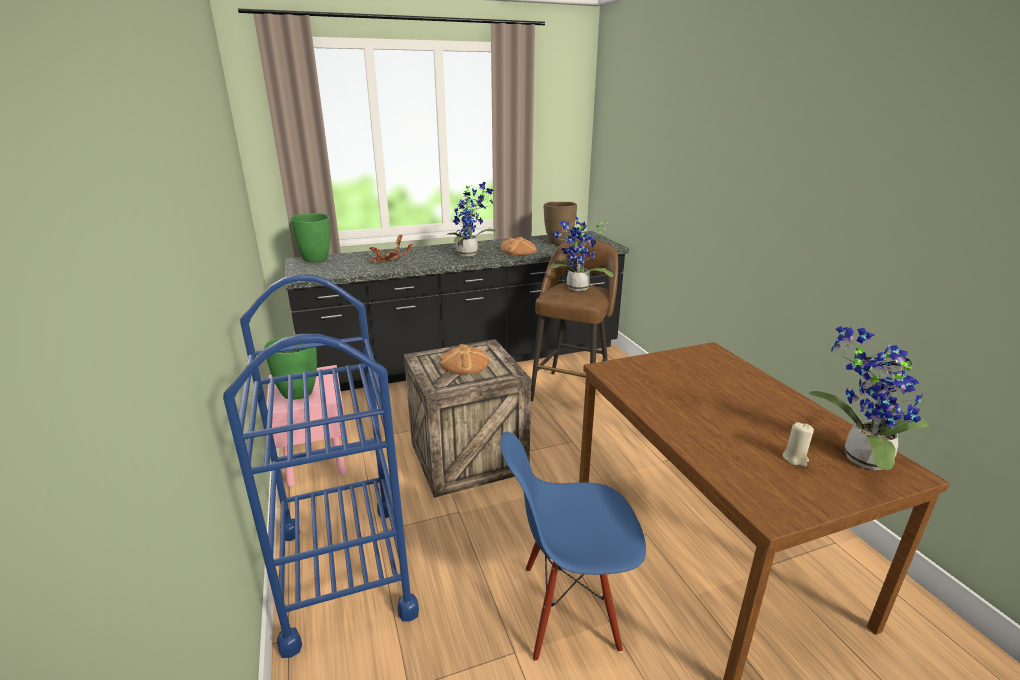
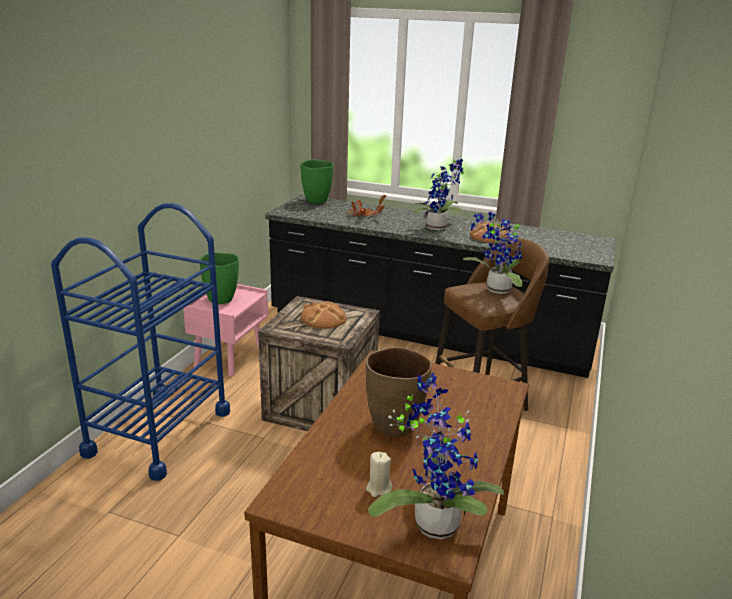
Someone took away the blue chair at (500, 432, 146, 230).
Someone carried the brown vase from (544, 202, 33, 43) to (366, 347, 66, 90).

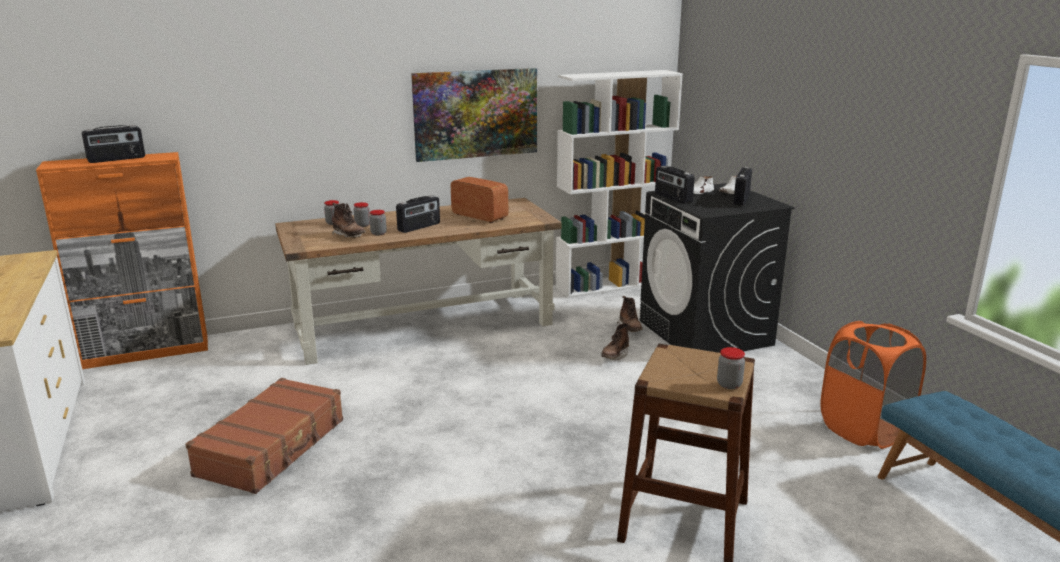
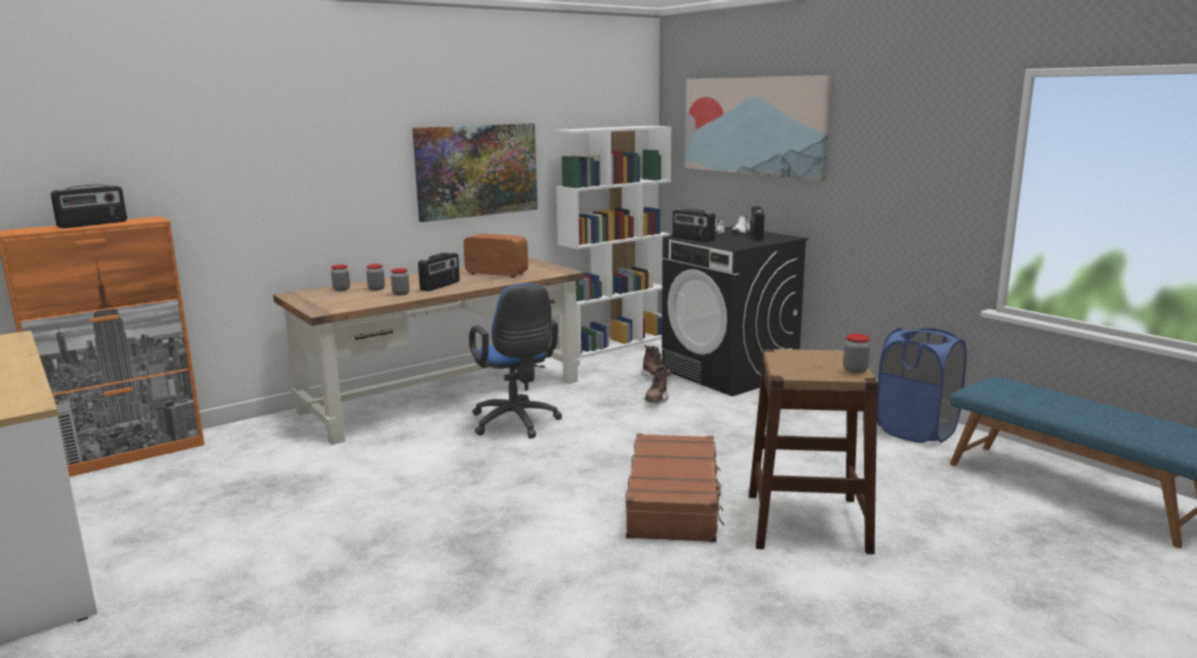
Someone carried the brown suitcase from (185, 378, 158, 116) to (626, 434, 98, 108).
Someone took away the brown boot at (332, 203, 34, 35).
Someone repainted the orange laundry basket at (820, 321, 106, 128), which became the blue laundry basket at (877, 328, 90, 115).
Someone put down the blue office chair at (469, 283, 93, 155).
Someone put up the picture at (685, 75, 147, 106).

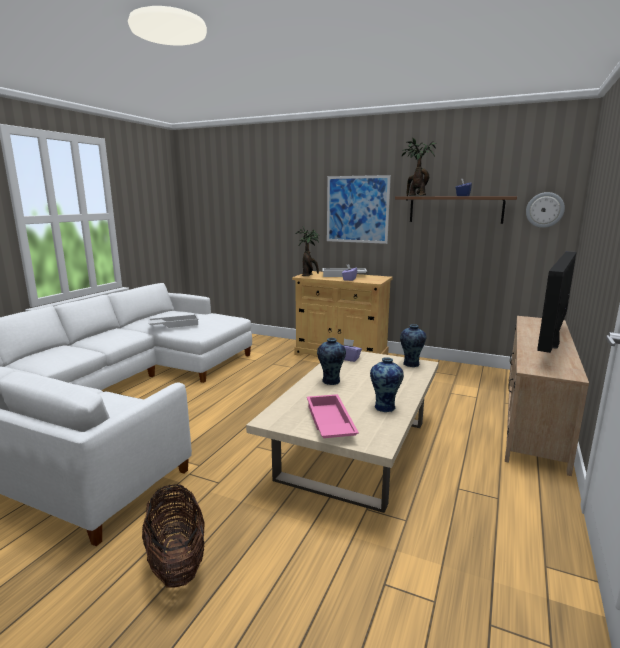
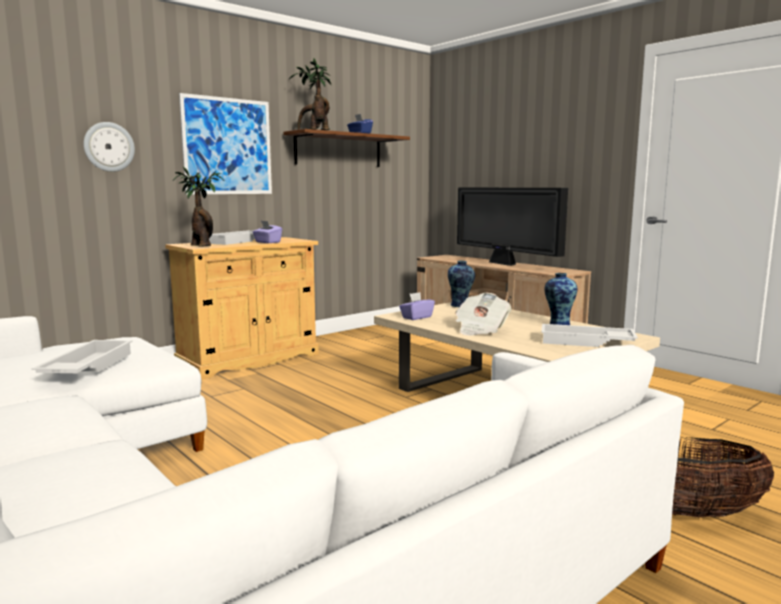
Someone repainted the pink tray at (307, 394, 52, 44), which became the white tray at (541, 324, 97, 23).
Someone swapped the vase at (317, 338, 29, 47) for the newspaper at (456, 293, 56, 43).
Someone carried the wall clock from (526, 192, 39, 36) to (83, 122, 52, 50).

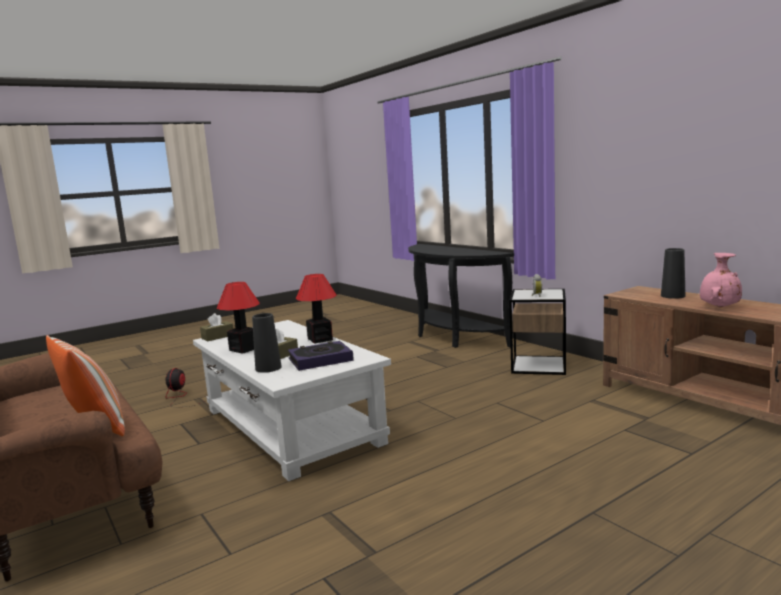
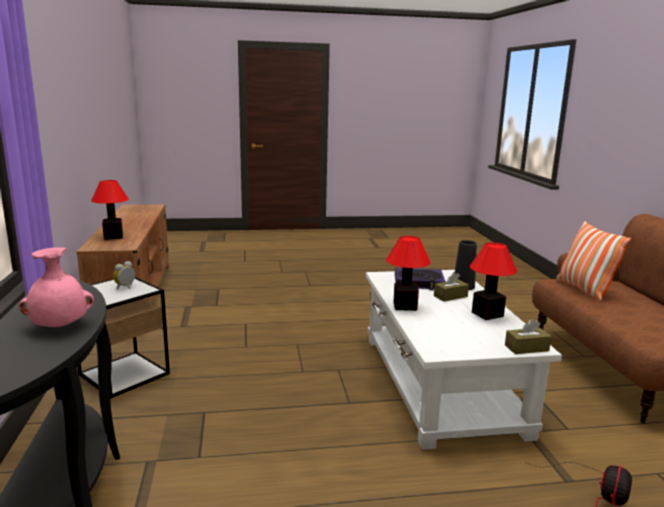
Someone swapped the black vase at (661, 248, 24, 51) for the table lamp at (91, 180, 38, 60).
Someone carried the pink vase from (700, 253, 42, 54) to (19, 247, 75, 80).

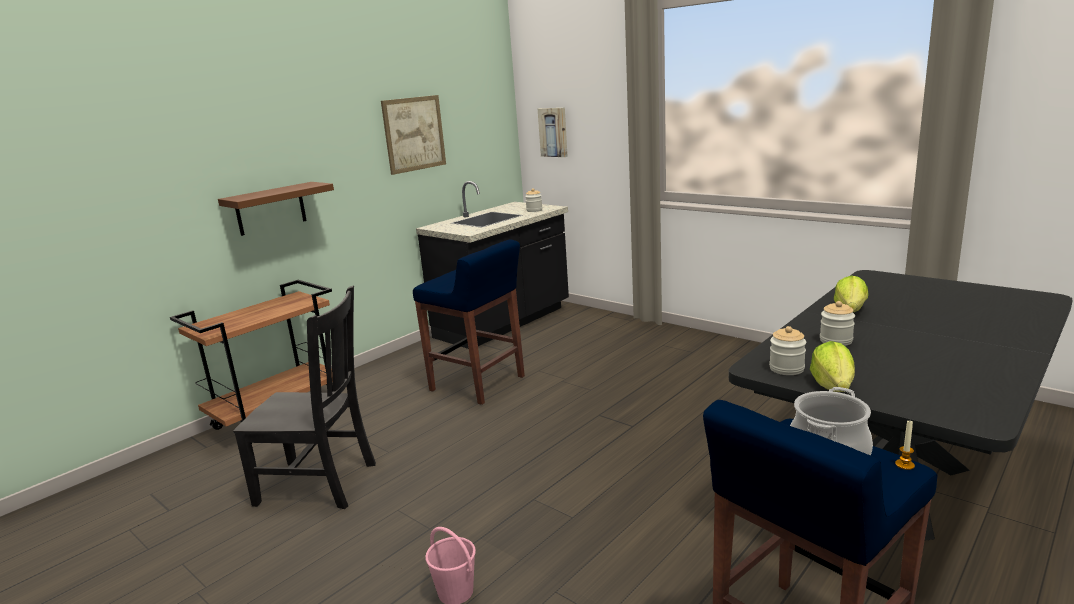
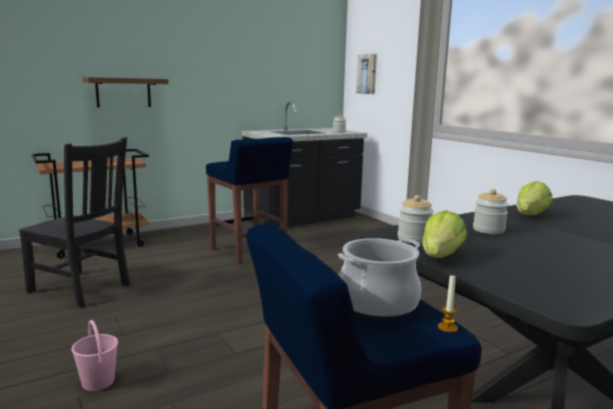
Someone took away the picture at (381, 95, 65, 80).

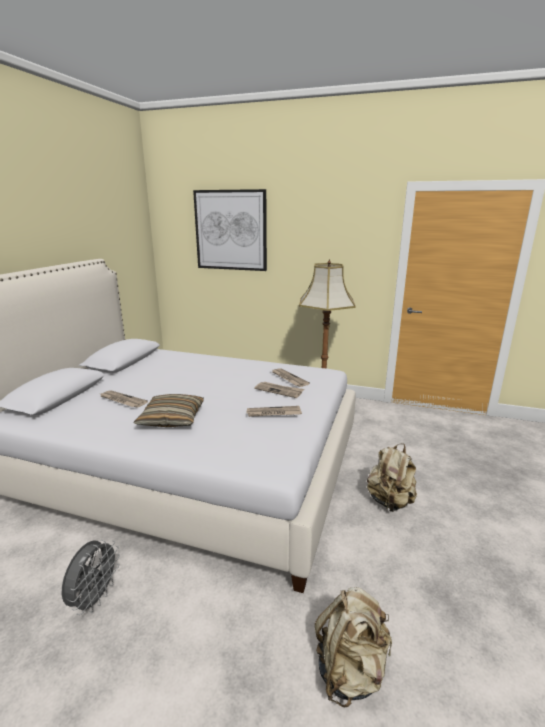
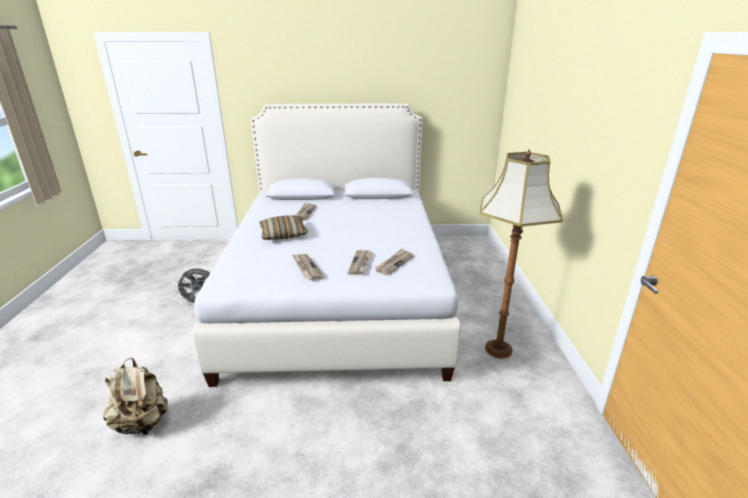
Someone took away the picture at (193, 189, 74, 82).
Someone took away the beige backpack at (367, 444, 50, 68).

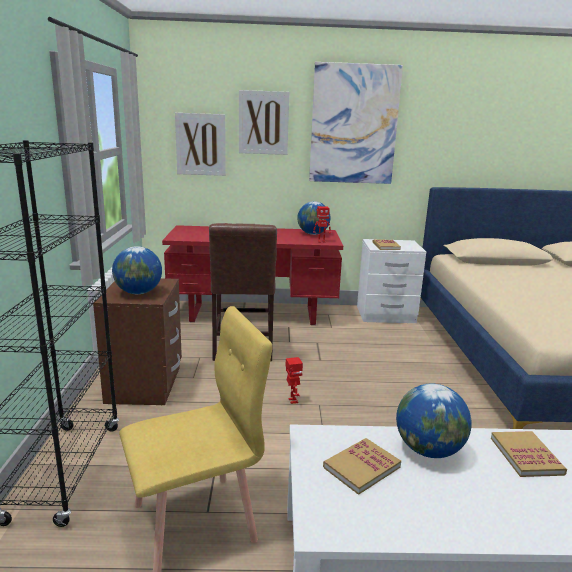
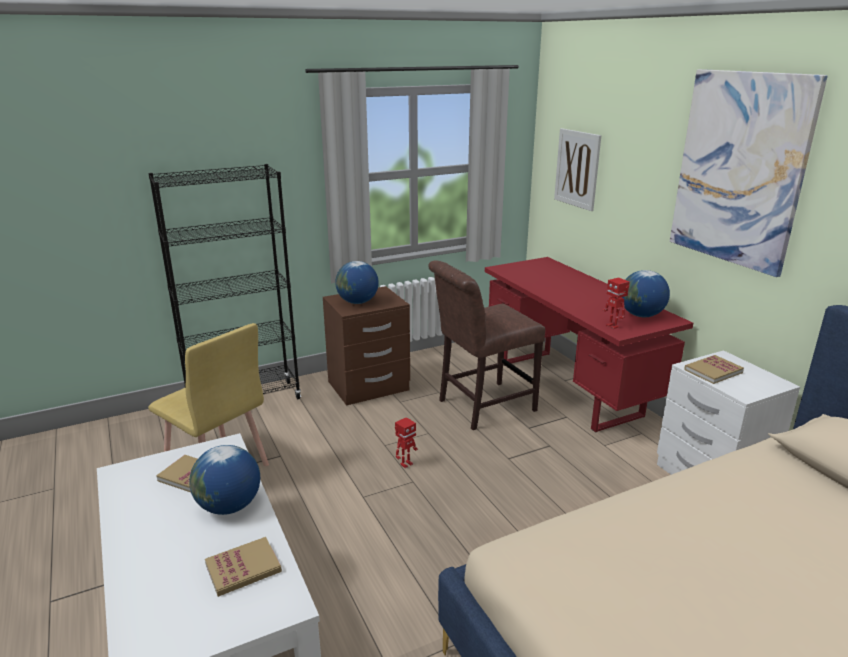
Someone took away the picture at (239, 90, 50, 65).

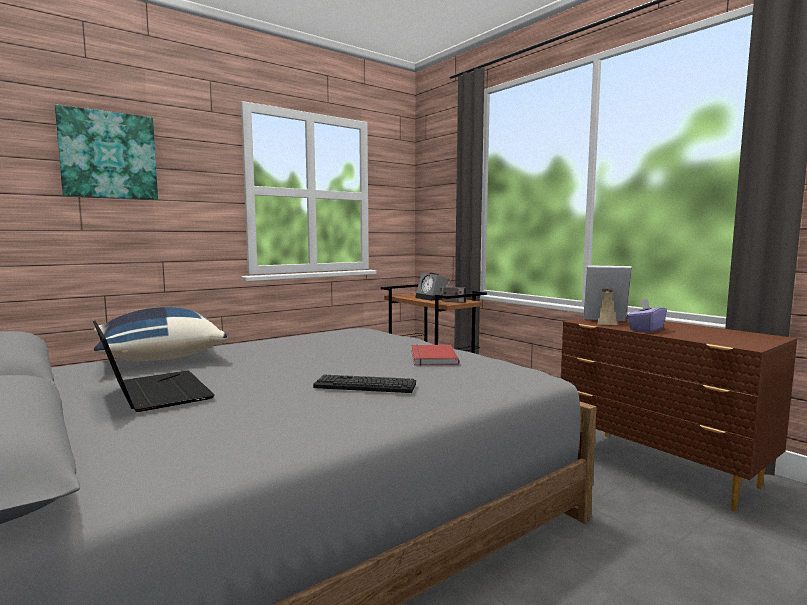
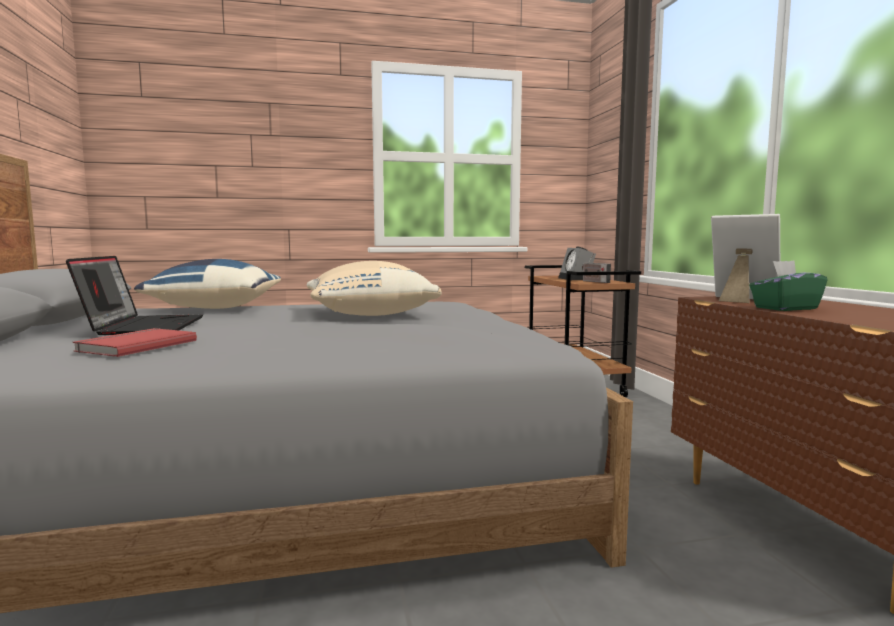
Someone took away the picture at (55, 104, 103, 96).
Someone took away the keyboard at (313, 375, 103, 18).
Someone carried the red book from (411, 344, 48, 22) to (73, 328, 124, 29).
Someone repainted the purple tissue box at (627, 298, 40, 35), which became the green tissue box at (749, 260, 79, 51).
Someone put down the beige pillow at (307, 261, 135, 55).

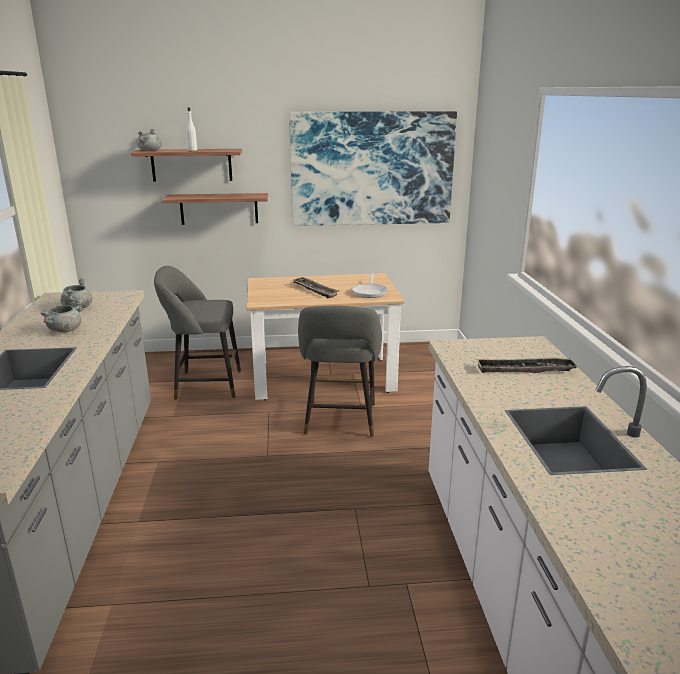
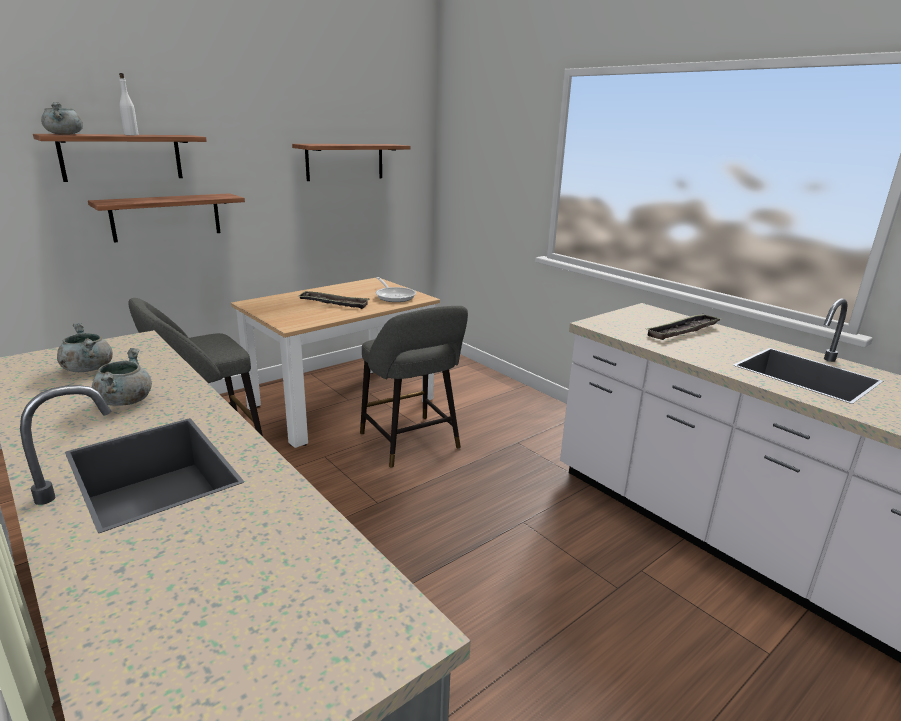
Someone swapped the picture at (289, 111, 168, 115) for the shelf at (292, 144, 118, 37).

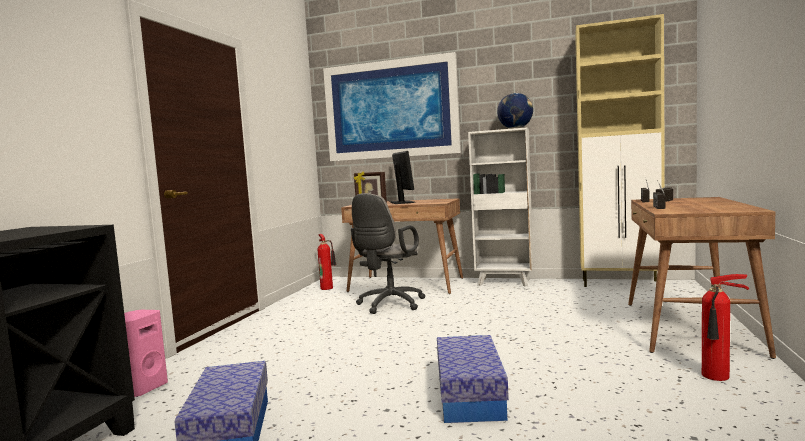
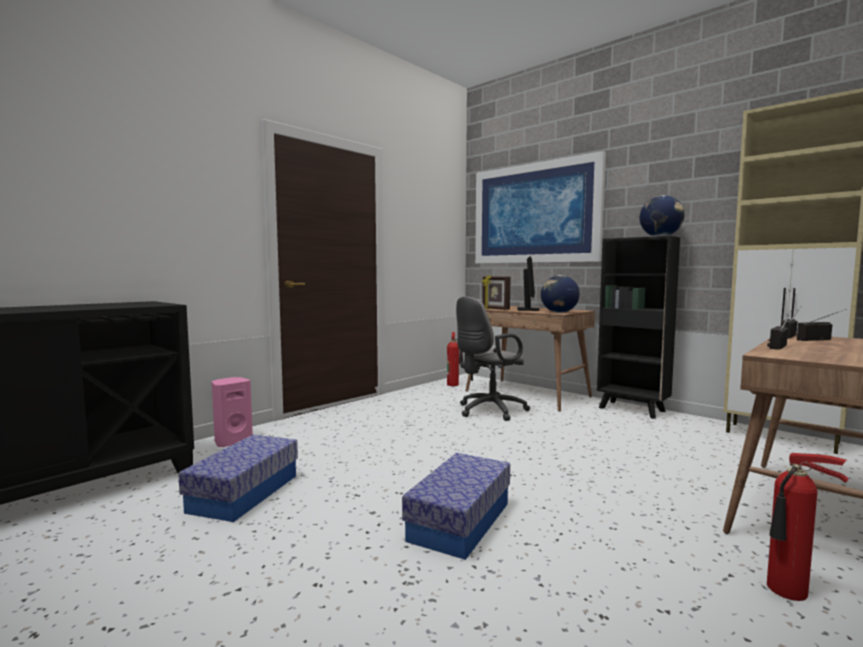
Someone repainted the white bookcase at (468, 127, 65, 160), which became the black bookcase at (597, 236, 83, 183).
Someone put down the globe at (541, 275, 39, 38).

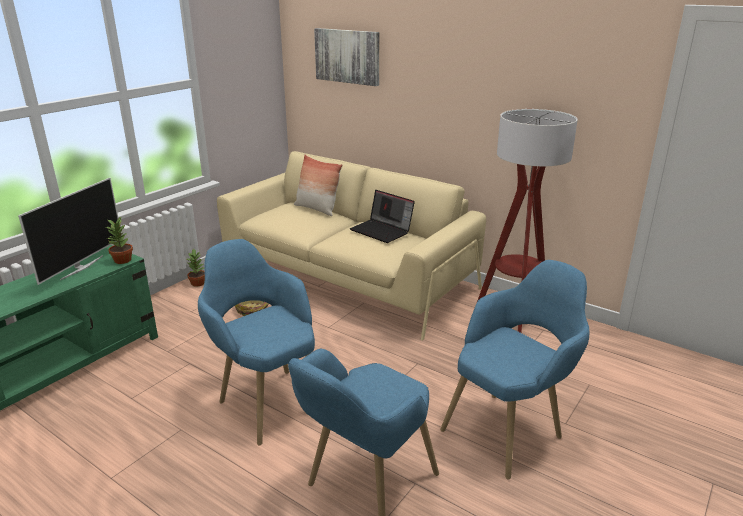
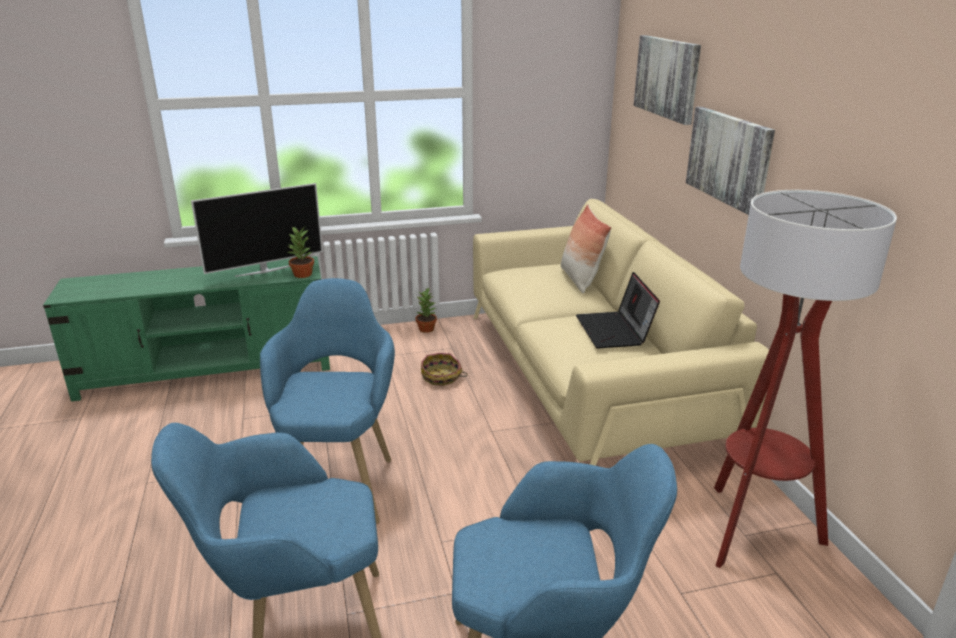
Someone put up the picture at (686, 107, 89, 108).

